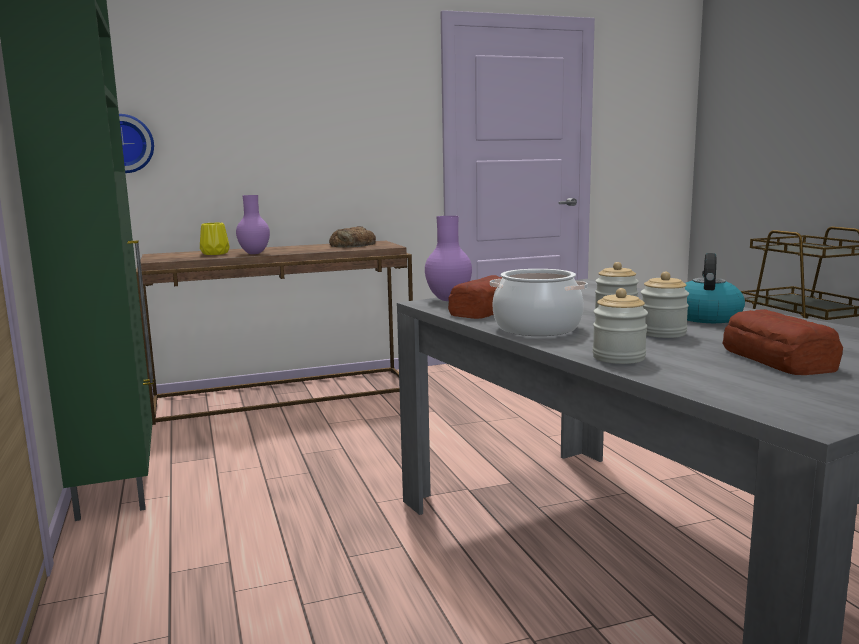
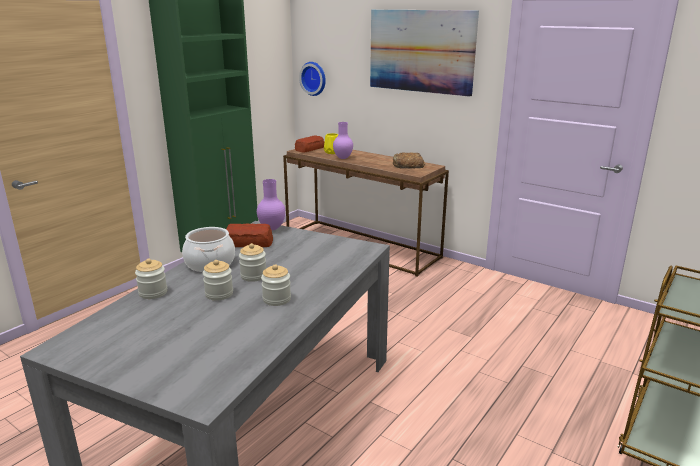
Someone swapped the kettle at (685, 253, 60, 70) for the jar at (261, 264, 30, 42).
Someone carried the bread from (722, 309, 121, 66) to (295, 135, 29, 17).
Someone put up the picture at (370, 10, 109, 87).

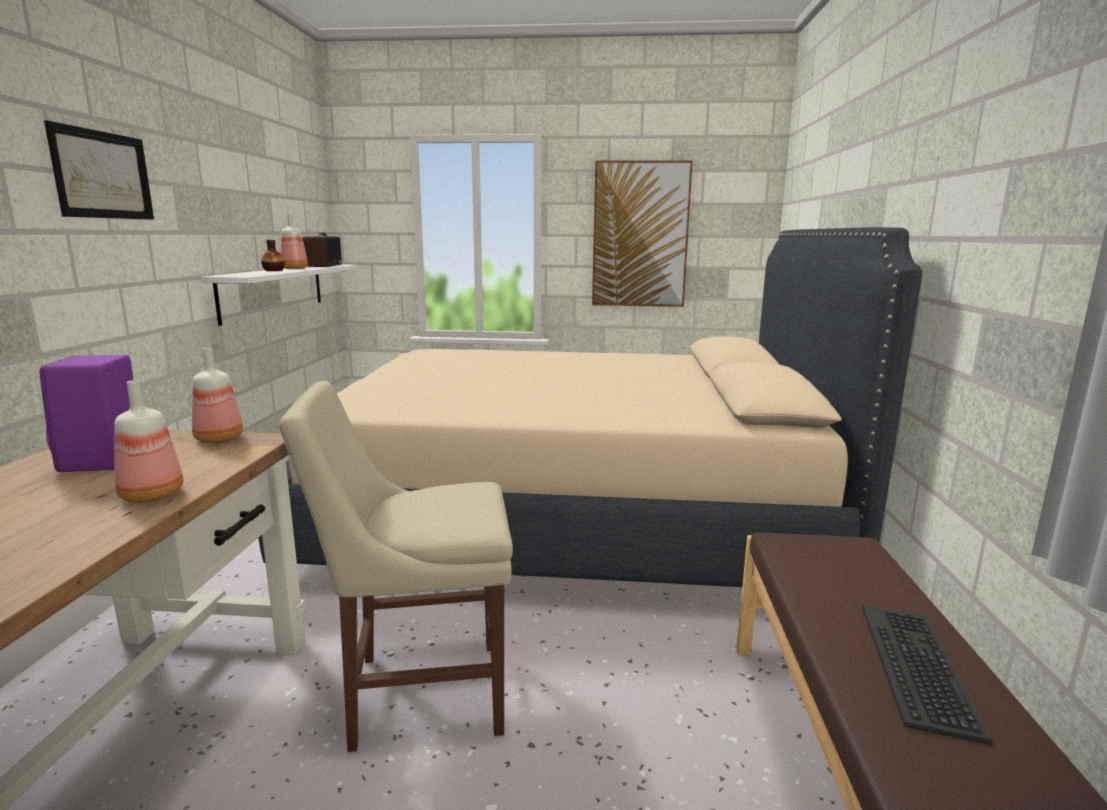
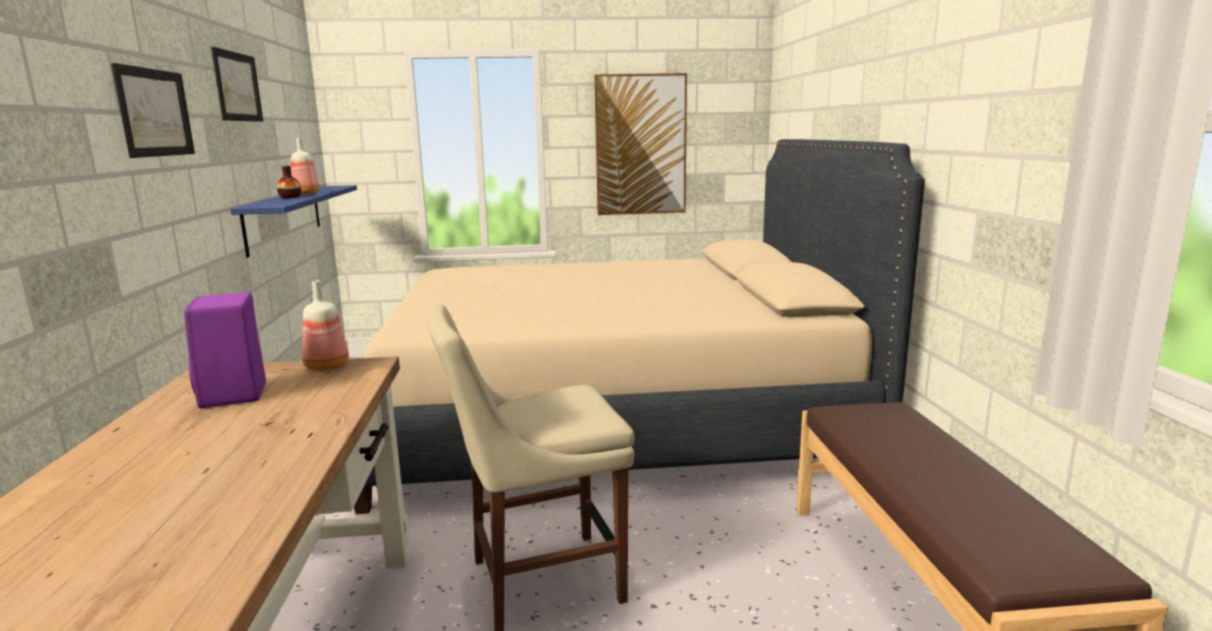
Someone took away the bottle at (114, 380, 69, 123).
Someone repainted the white shelf at (200, 264, 157, 62), which became the blue shelf at (230, 185, 127, 73).
Someone took away the radio at (303, 232, 39, 35).
Someone took away the keyboard at (862, 605, 130, 140).
Someone put up the picture at (211, 47, 52, 75).

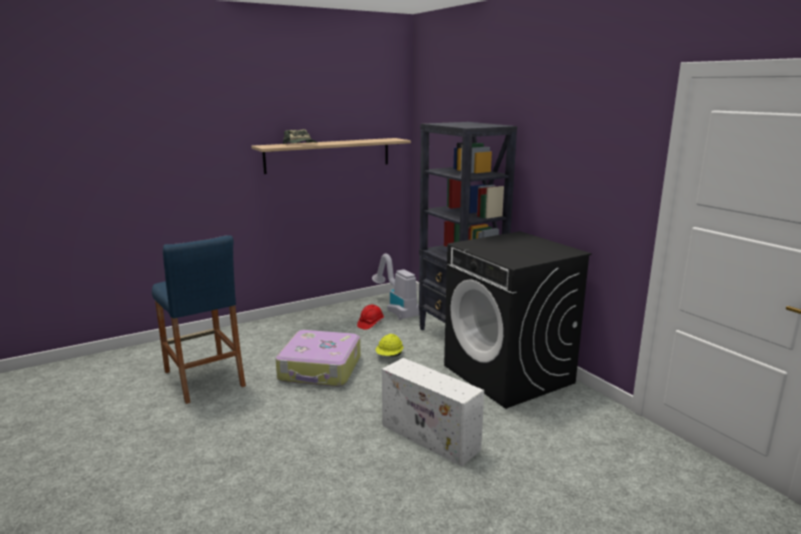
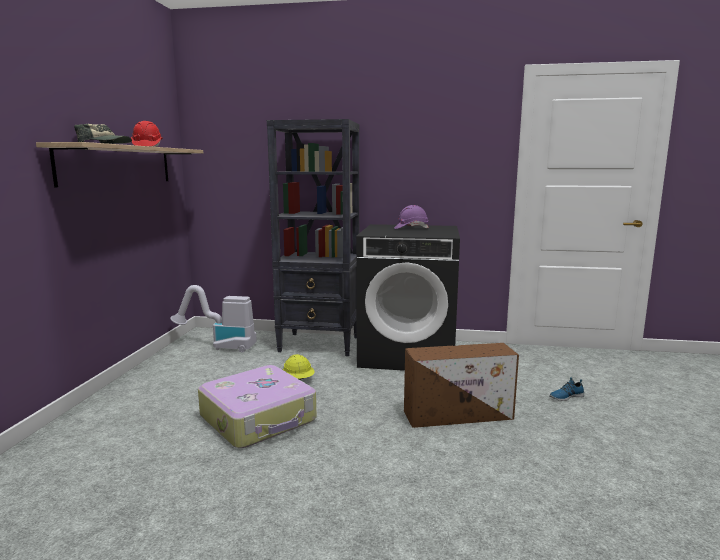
Someone took away the blue stool at (152, 235, 94, 169).
Someone carried the red hard hat from (357, 305, 27, 25) to (131, 121, 31, 26).
Someone repainted the white storage box at (382, 358, 102, 108), which became the brown storage box at (404, 343, 115, 85).
Someone put down the purple hard hat at (394, 205, 35, 24).
Someone put down the shoe at (549, 377, 35, 24).

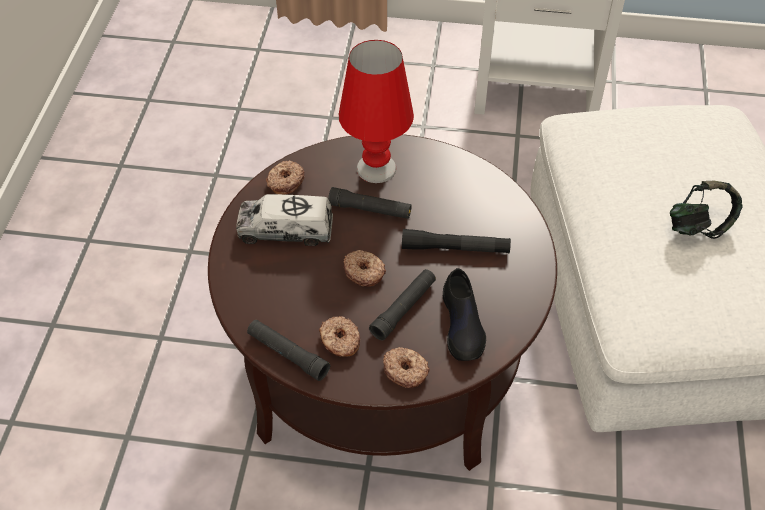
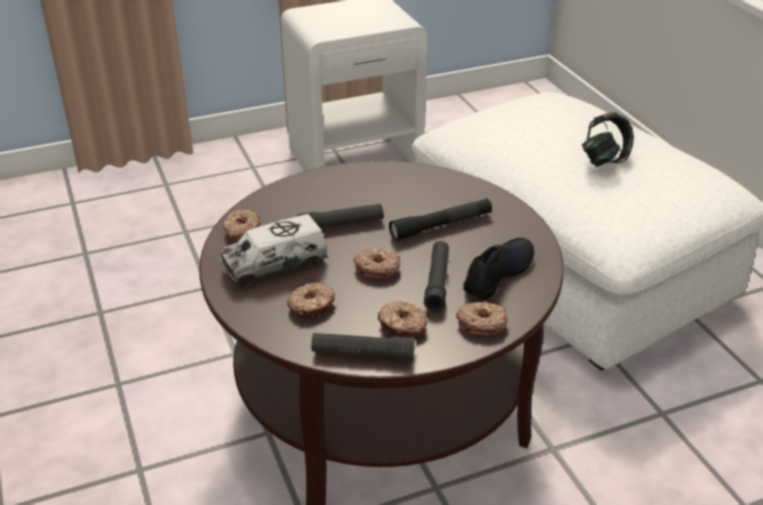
Someone took away the red table lamp at (339, 40, 75, 143).
Someone rotated the black shoe at (443, 268, 43, 93) by 105 degrees counterclockwise.
Someone put down the donut at (287, 282, 48, 36).

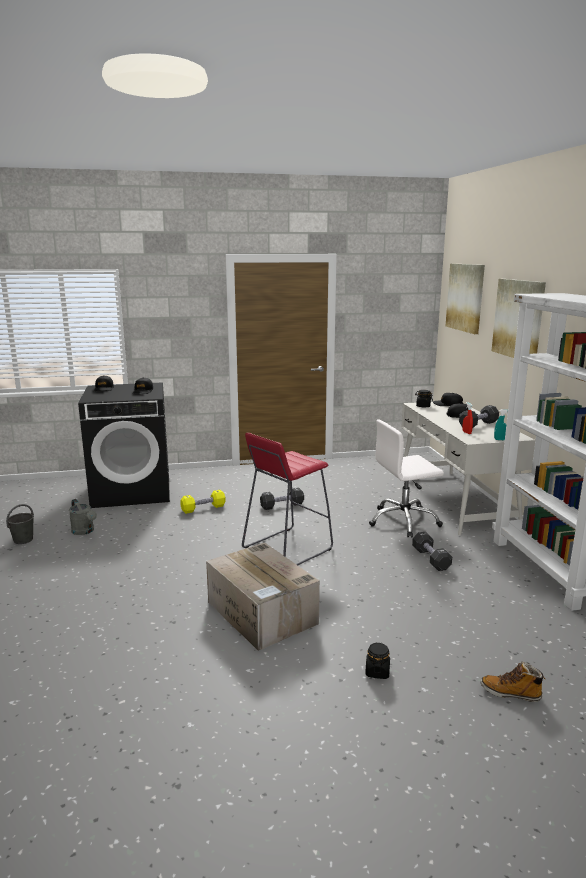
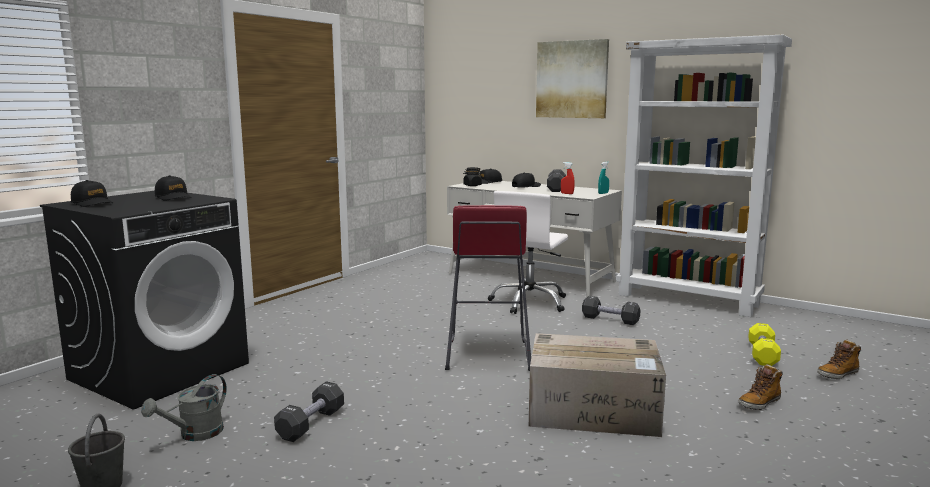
Someone rotated the grey watering can at (69, 499, 28, 36) by 120 degrees clockwise.
Someone carried the yellow dumbbell from (180, 490, 46, 24) to (748, 323, 33, 43).
Someone carried the black dumbbell from (260, 488, 44, 22) to (274, 381, 70, 61).
Someone swapped the black jar at (365, 642, 25, 37) for the boot at (738, 364, 44, 46).
Someone took away the picture at (446, 263, 39, 71).

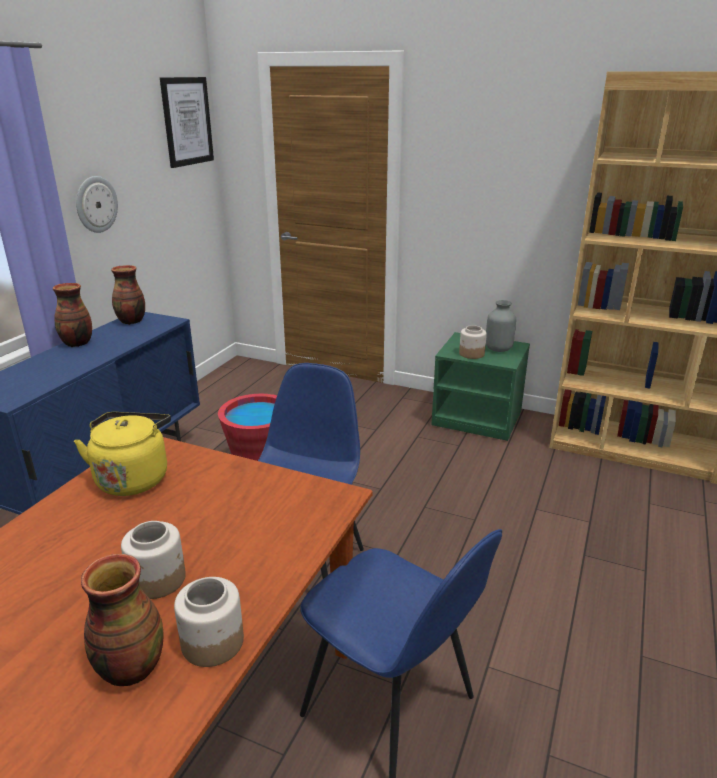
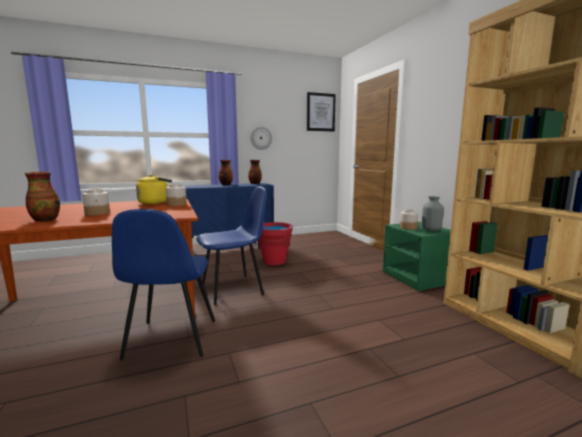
Someone carried the jar from (174, 577, 70, 90) to (166, 184, 21, 22).

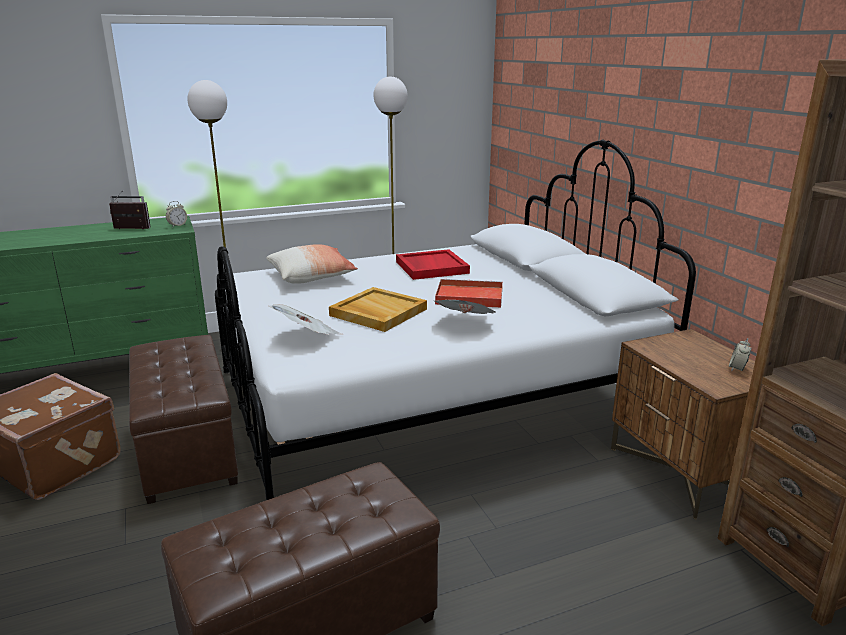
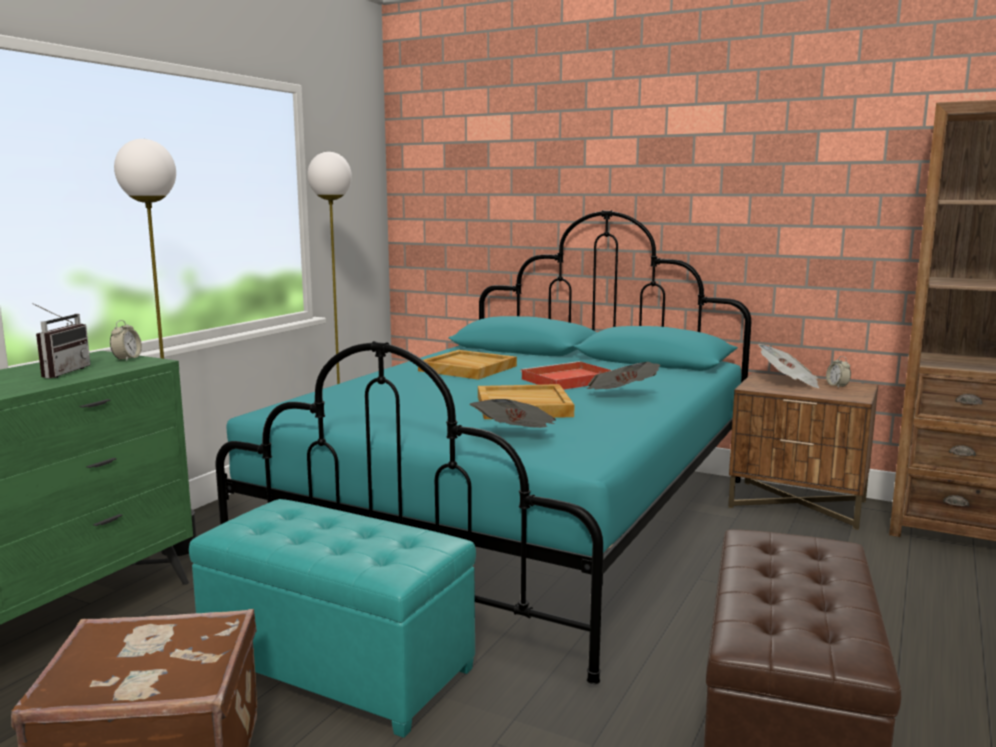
Someone rotated the radio at (109, 190, 42, 39) by 135 degrees clockwise.
Someone repainted the brown ottoman at (129, 335, 109, 169), which became the turquoise ottoman at (189, 499, 287, 239).
Someone repainted the white bed at (215, 139, 481, 361), which became the turquoise bed at (216, 210, 535, 474).
Someone took away the pillow at (266, 244, 92, 39).
Someone repainted the red tray at (396, 249, 74, 31), which became the beige tray at (418, 350, 99, 30).
Someone put down the newspaper at (758, 344, 61, 44).

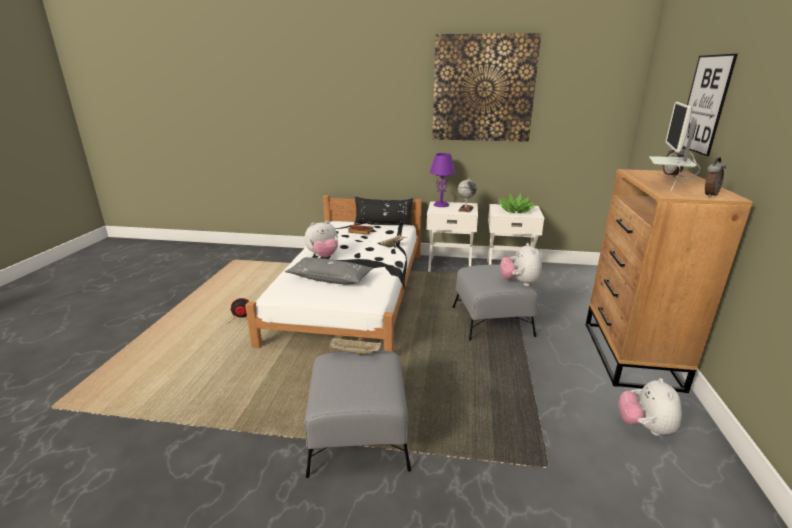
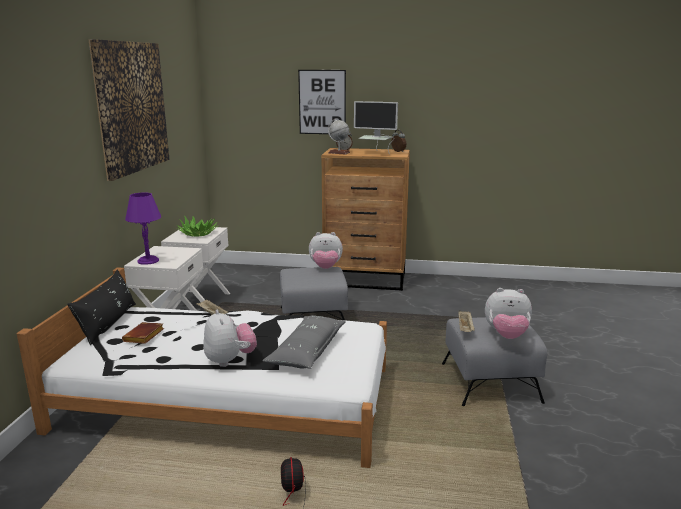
Someone carried the globe from (458, 178, 19, 34) to (328, 119, 22, 35).
Someone carried the plush toy from (618, 378, 64, 58) to (485, 288, 47, 51).

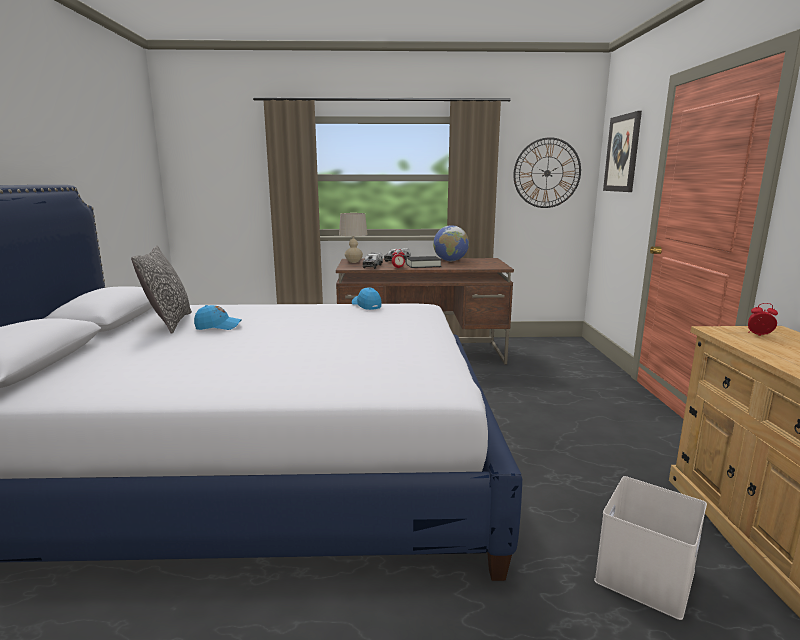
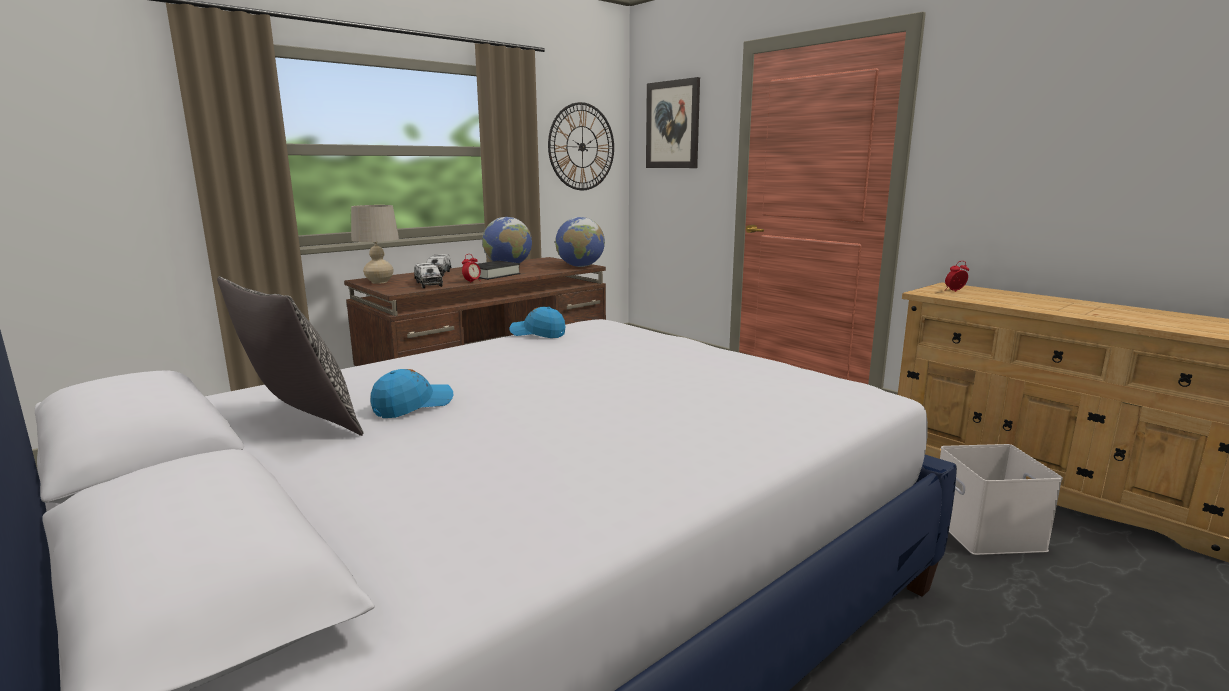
Someone put down the globe at (555, 217, 50, 50).

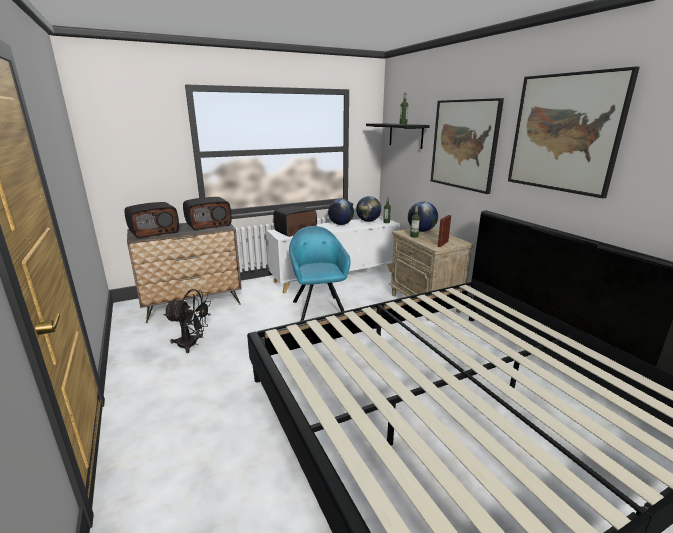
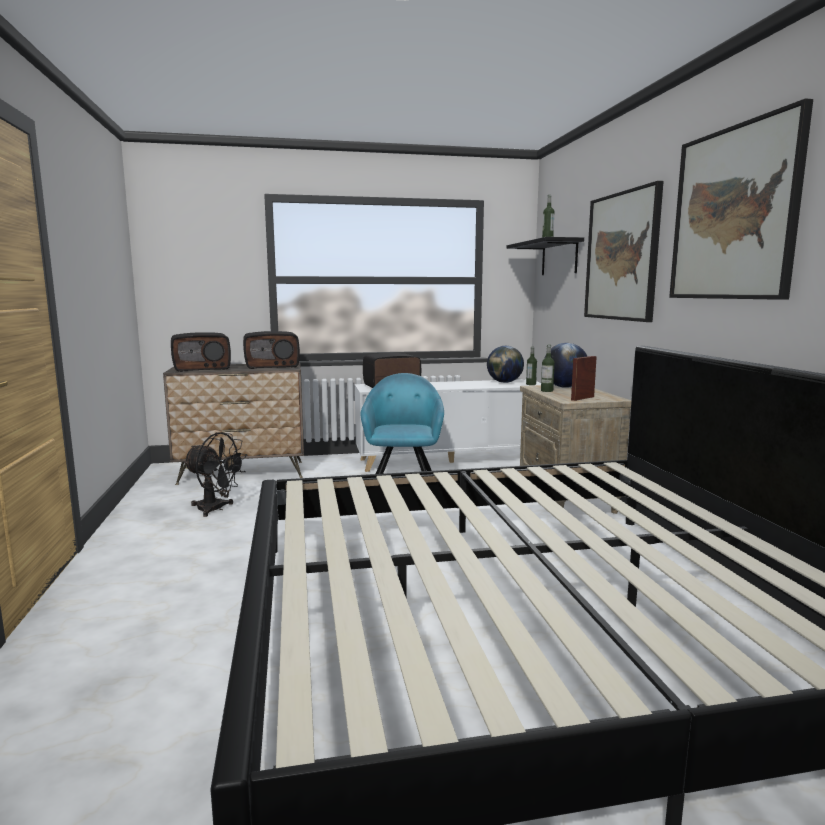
Someone took away the globe at (328, 199, 26, 26).

